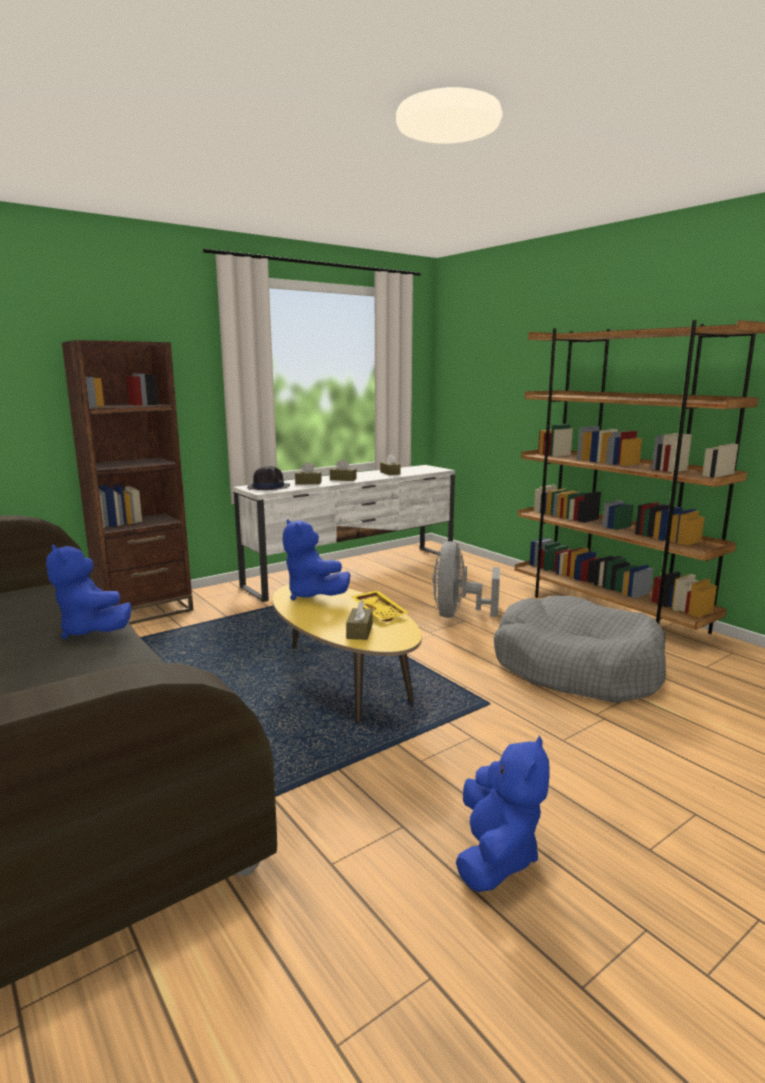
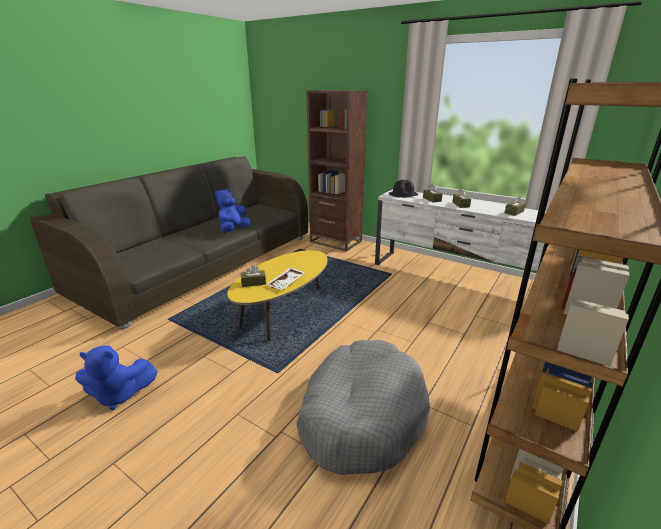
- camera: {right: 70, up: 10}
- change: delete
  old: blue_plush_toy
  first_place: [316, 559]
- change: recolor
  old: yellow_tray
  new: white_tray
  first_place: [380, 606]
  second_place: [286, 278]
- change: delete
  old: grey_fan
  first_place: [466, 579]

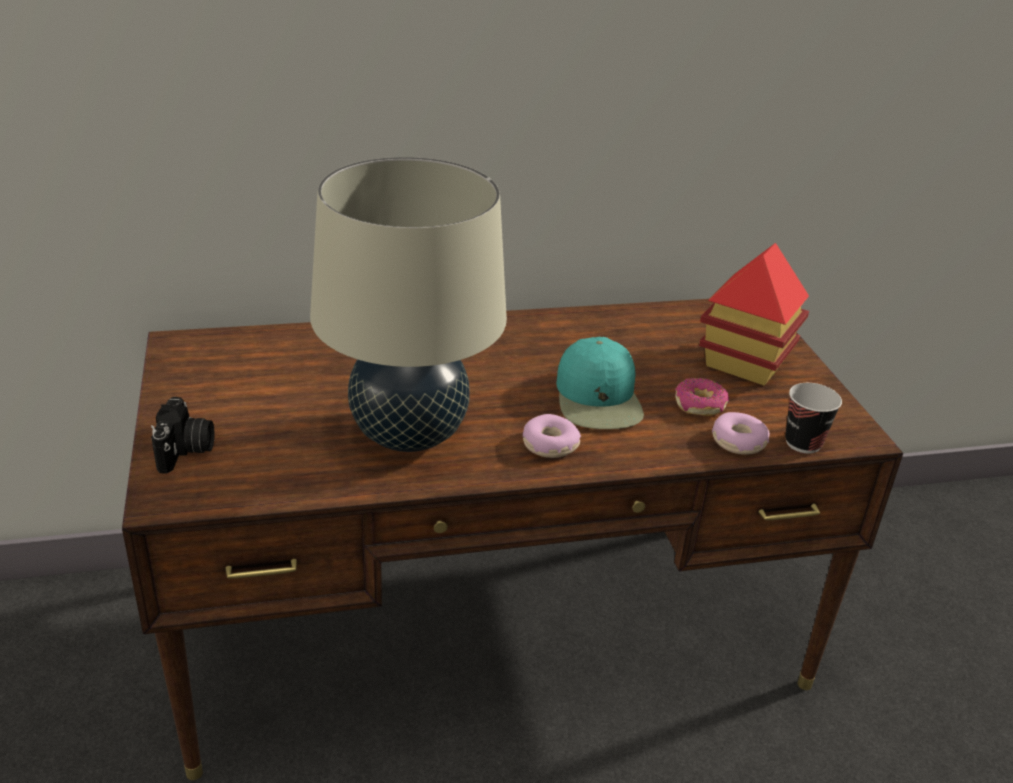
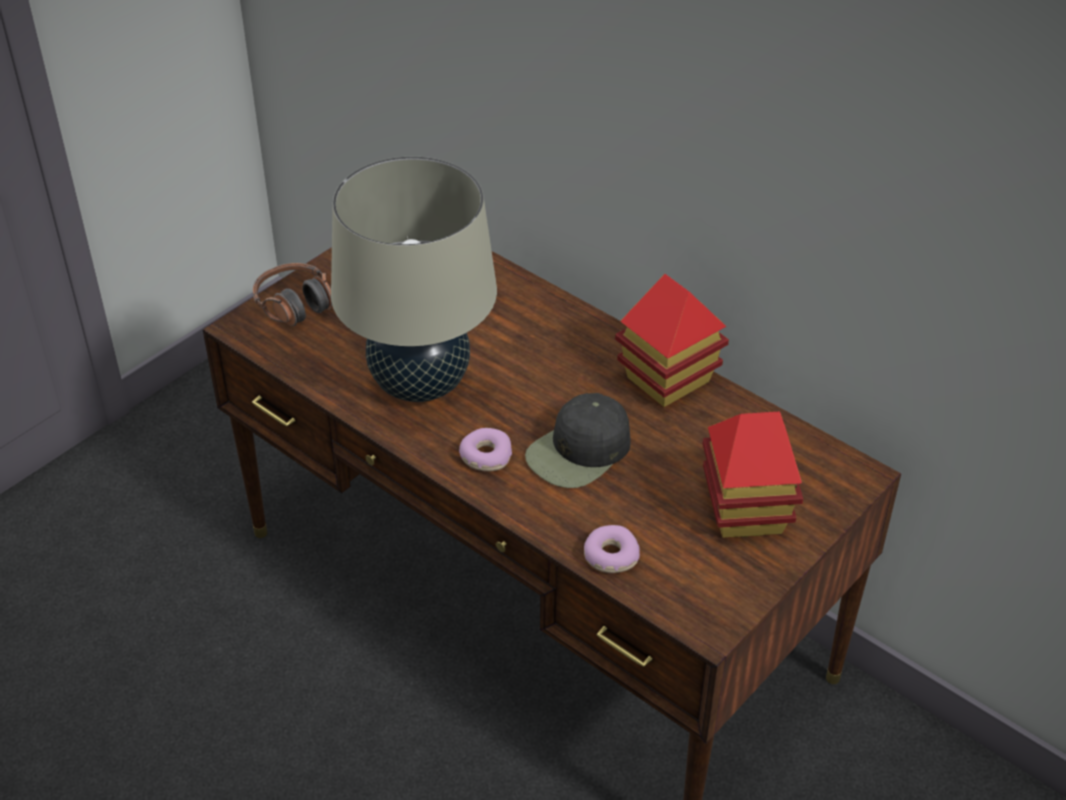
- camera: {right: 55, up: 10}
- change: replace
  old: photo_camera
  new: headphones
  first_place: [182, 435]
  second_place: [292, 294]
- change: recolor
  old: turquoise_cap
  new: black_cap
  first_place: [600, 383]
  second_place: [578, 440]
- change: delete
  old: donut
  first_place: [702, 397]
- change: delete
  old: cup
  first_place: [813, 418]
- change: insert
  new: toy_house
  second_place: [672, 340]

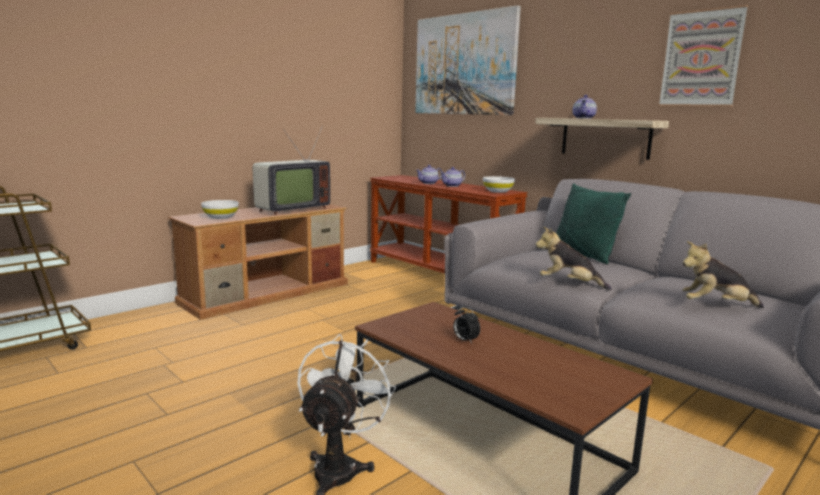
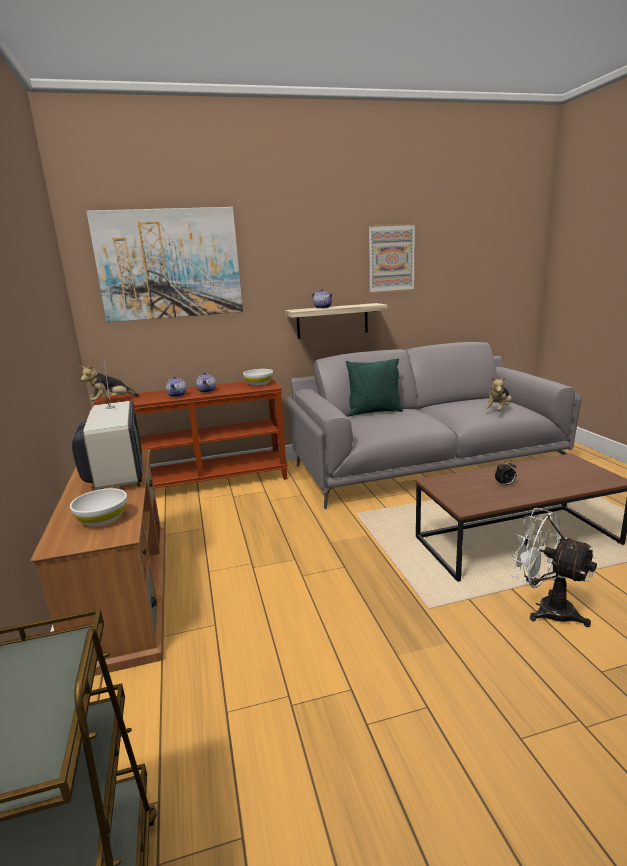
- camera: {right: -60, up: 5}
- change: move
  old: plush_toy
  first_place: [573, 258]
  second_place: [109, 383]

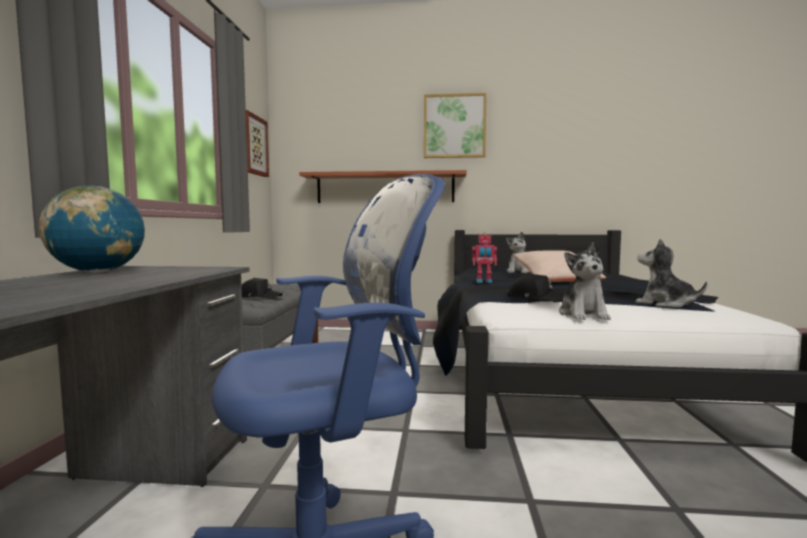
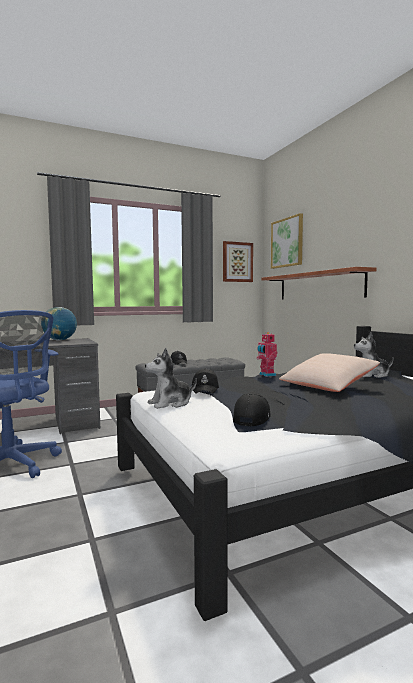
- camera: {right: 60, up: 0}
- change: move
  old: picture
  first_place: [455, 125]
  second_place: [287, 241]
- change: replace
  old: plush_toy
  new: black_cap
  first_place: [671, 273]
  second_place: [252, 409]

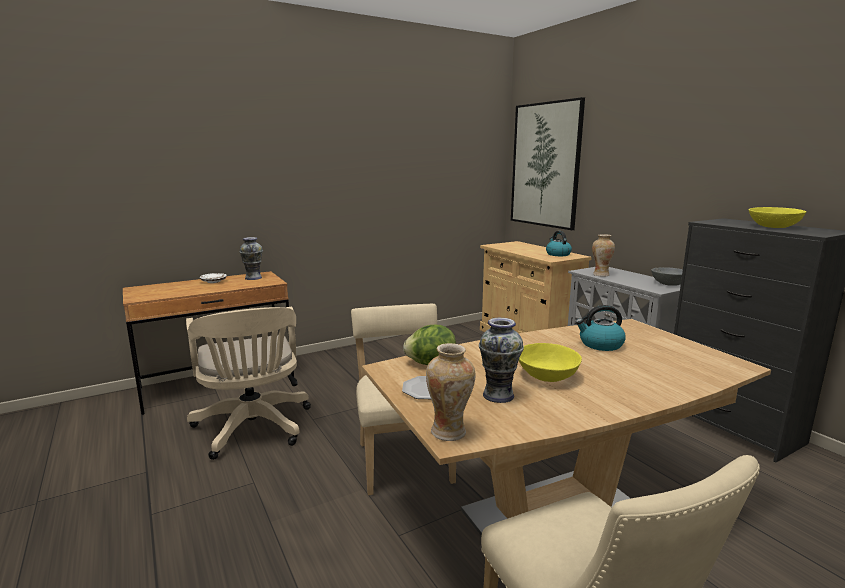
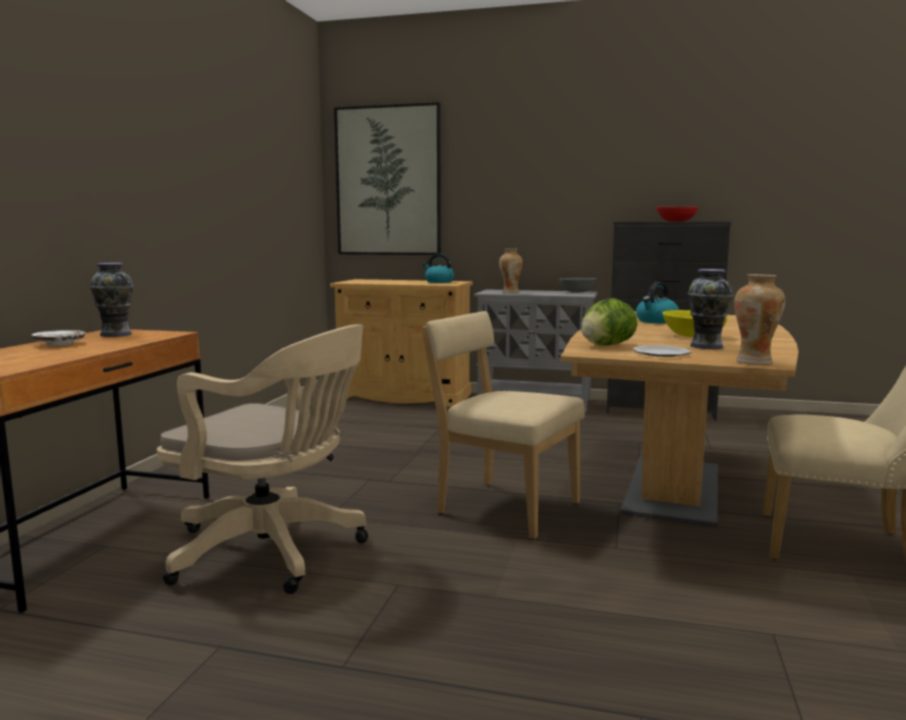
- camera: {right: -45, up: -5}
- change: recolor
  old: yellow_bowl
  new: red_bowl
  first_place: [777, 217]
  second_place: [677, 214]

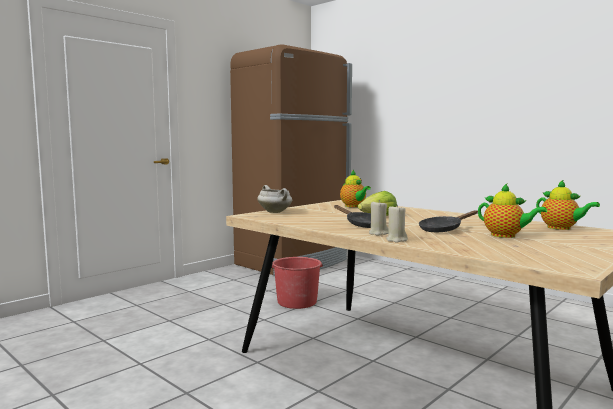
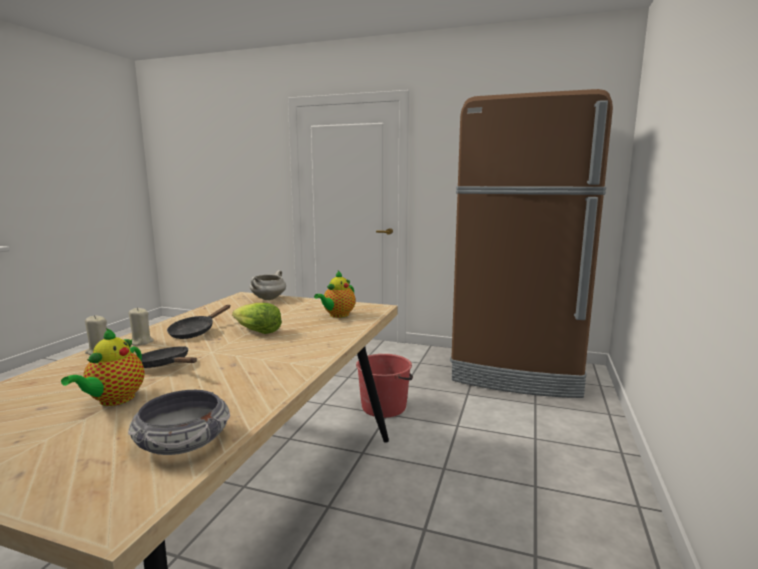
- camera: {right: 65, up: 5}
- change: replace
  old: teapot
  new: bowl
  first_place: [568, 205]
  second_place: [179, 422]

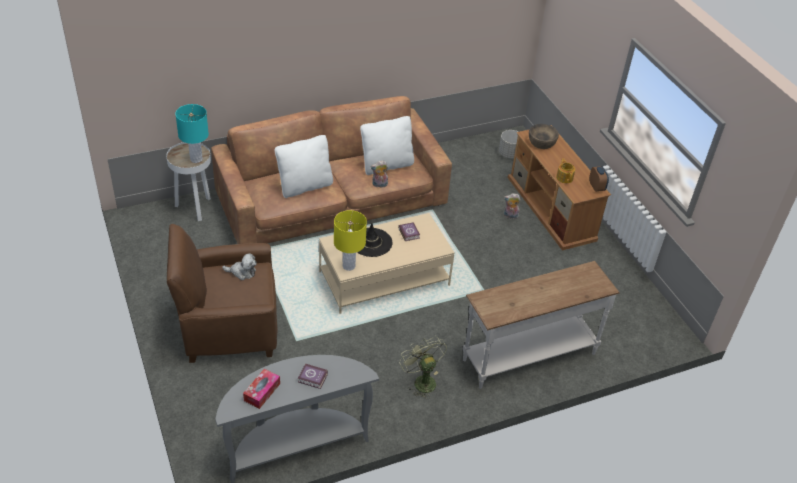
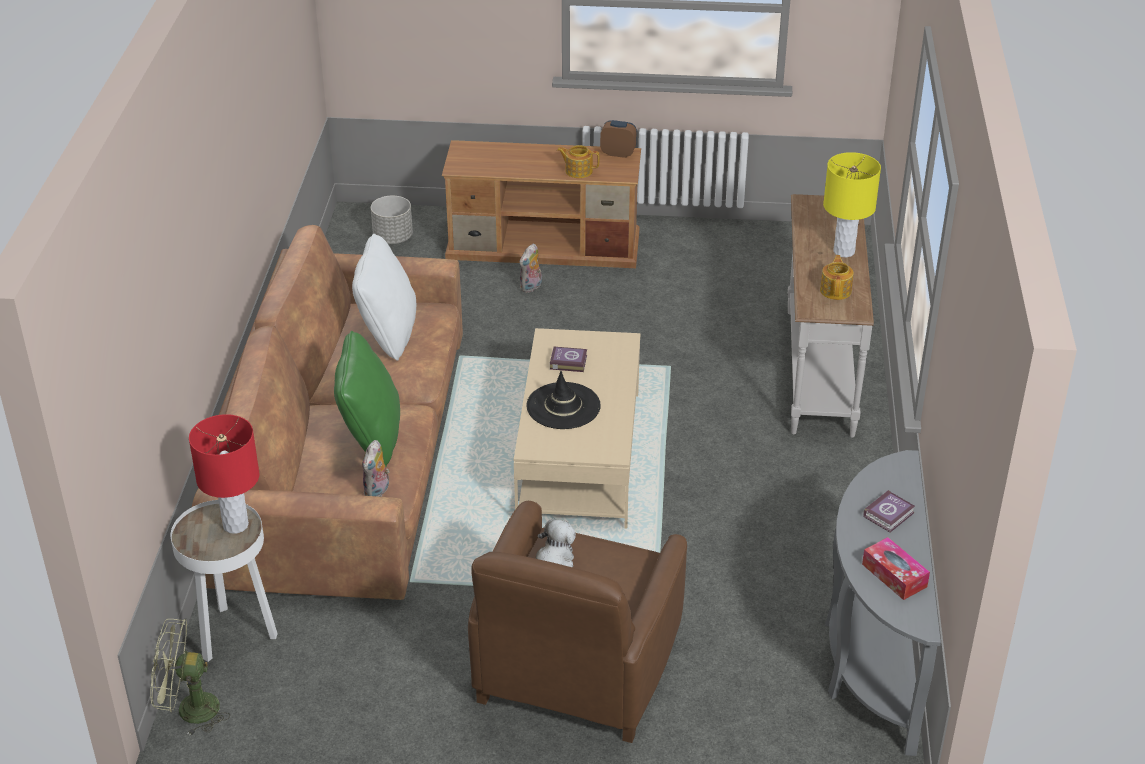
- camera: {right: -60, up: -5}
- change: recolor
  old: turquoise_table_lamp
  new: red_table_lamp
  first_place: [192, 133]
  second_place: [224, 474]
- change: recolor
  old: white_pillow
  new: green_pillow
  first_place: [304, 166]
  second_place: [367, 399]
- change: move
  old: yellow_table_lamp
  first_place: [350, 240]
  second_place: [852, 204]
- change: move
  old: plush_toy
  first_place: [379, 173]
  second_place: [376, 468]
- change: move
  old: green_fan
  first_place: [423, 367]
  second_place: [190, 677]
- change: delete
  old: brown_bowl
  first_place: [544, 136]
- change: insert
  new: teapot
  second_place: [837, 277]

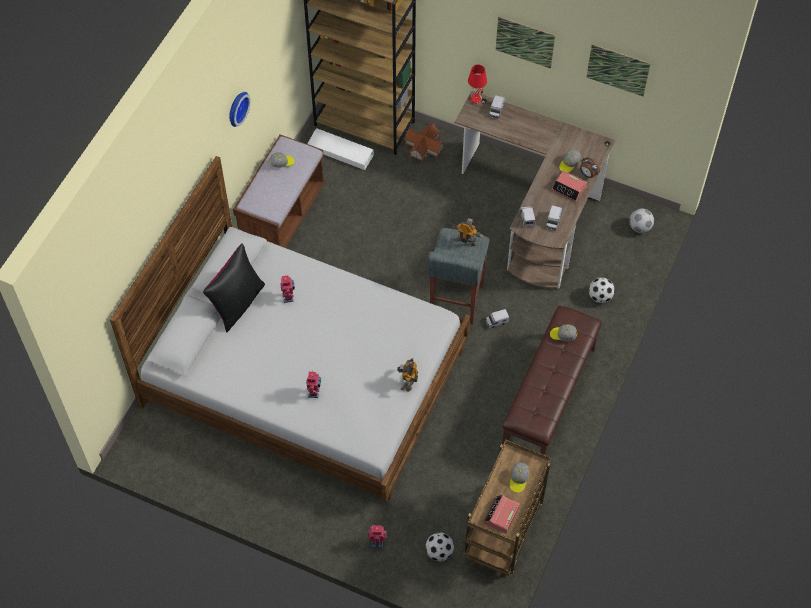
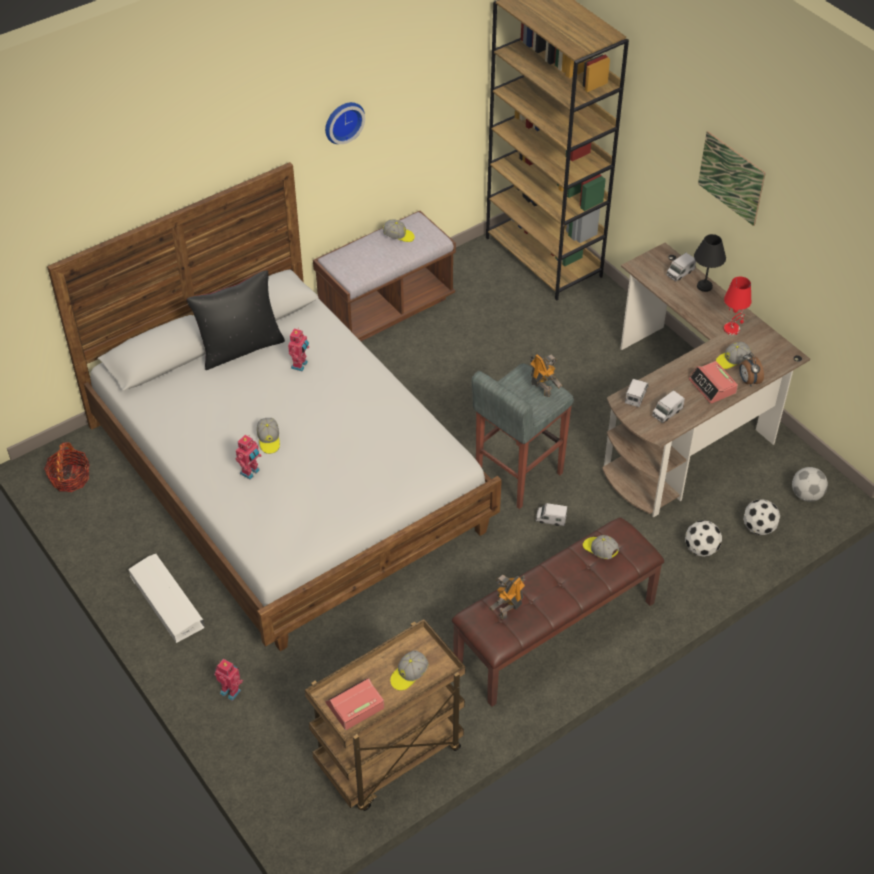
- camera: {right: 30, up: -10}
- change: move
  old: white_storage_box
  first_place: [341, 149]
  second_place: [167, 598]
- change: move
  old: toy_robot
  first_place: [407, 375]
  second_place: [507, 596]
- change: delete
  old: toy_house
  first_place: [425, 145]
- change: move
  old: football
  first_place: [440, 546]
  second_place: [761, 517]
- change: move
  old: red_table_lamp
  first_place: [477, 84]
  second_place: [737, 306]
- change: delete
  old: picture
  first_place: [619, 70]
- change: insert
  new: basket
  second_place: [67, 467]
- change: insert
  new: cap
  second_place: [268, 436]
- change: insert
  new: black_table_lamp
  second_place: [710, 263]

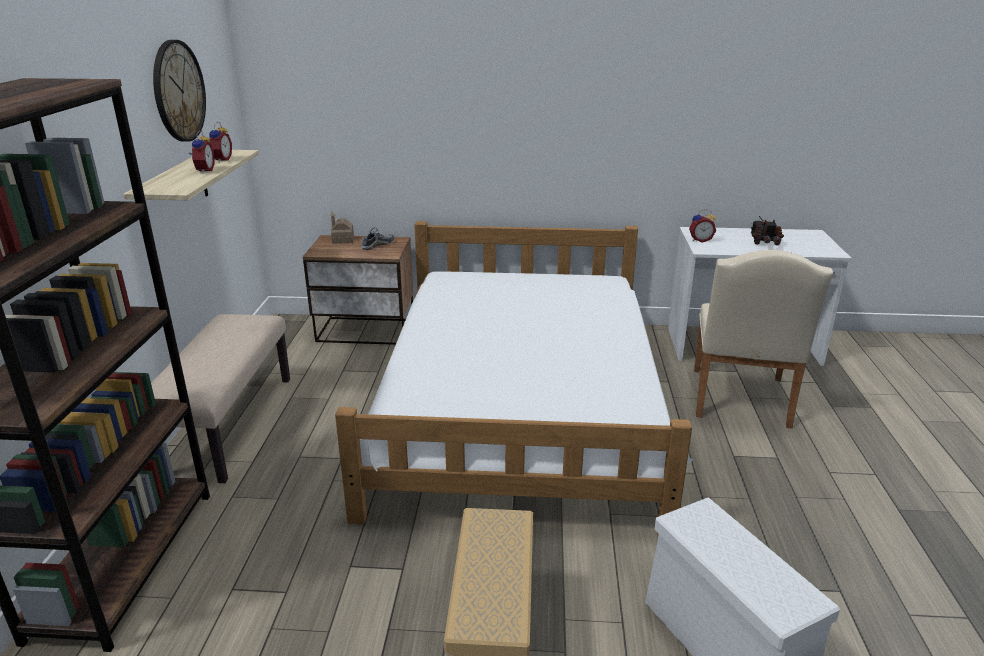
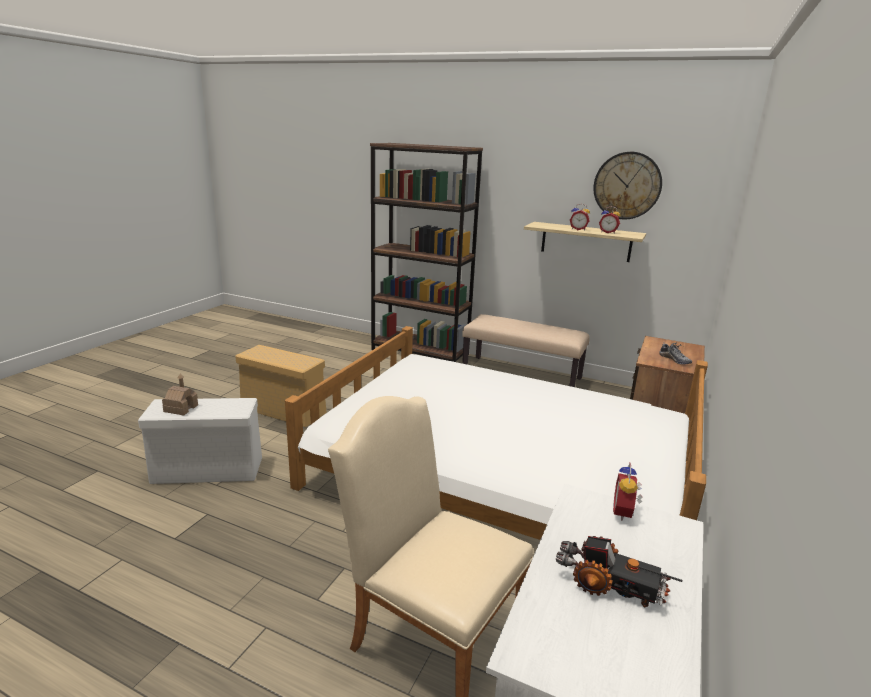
- camera: {right: 110, up: -5}
- change: move
  old: toy_house
  first_place: [342, 228]
  second_place: [180, 395]

